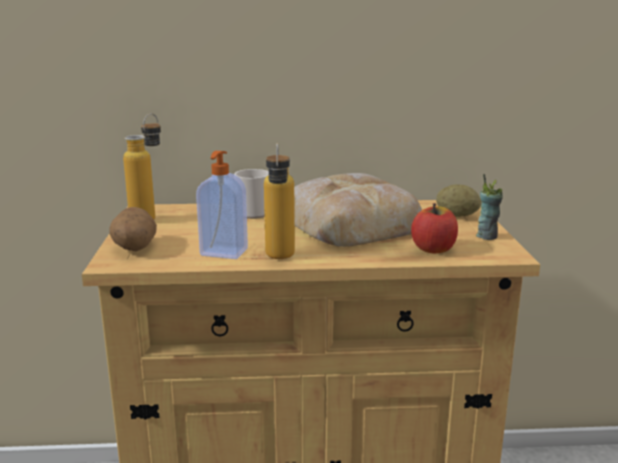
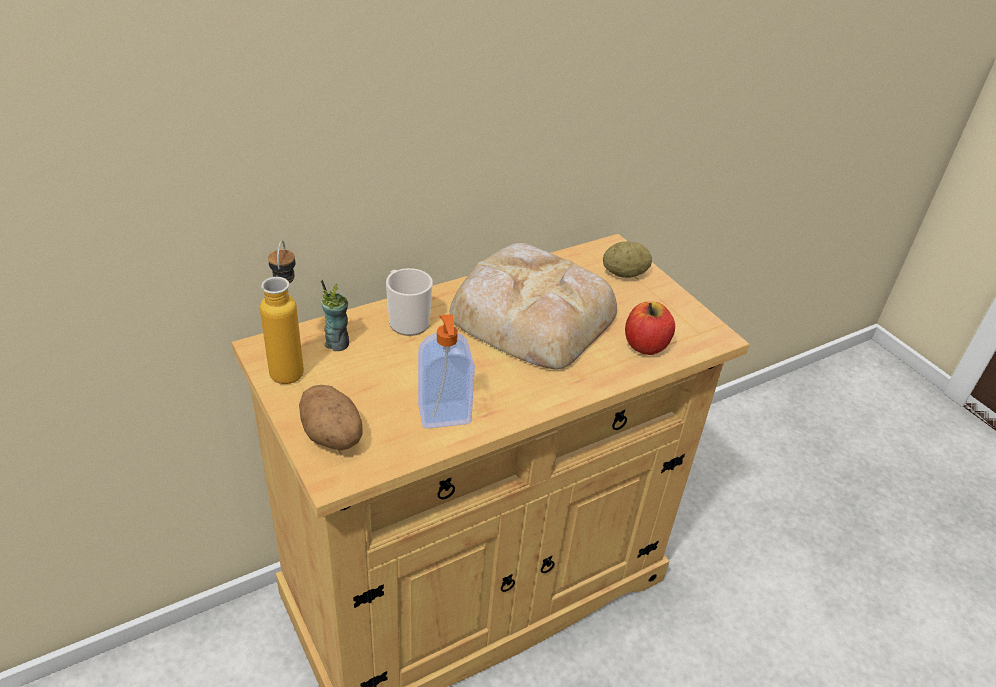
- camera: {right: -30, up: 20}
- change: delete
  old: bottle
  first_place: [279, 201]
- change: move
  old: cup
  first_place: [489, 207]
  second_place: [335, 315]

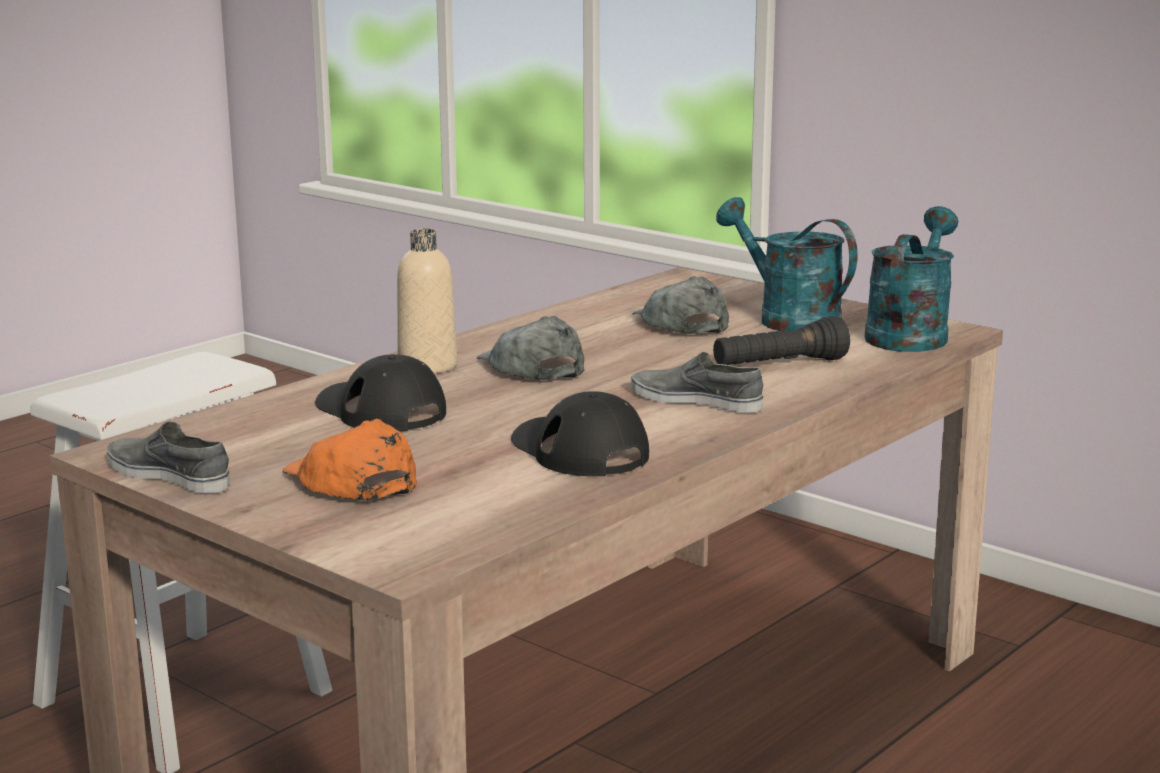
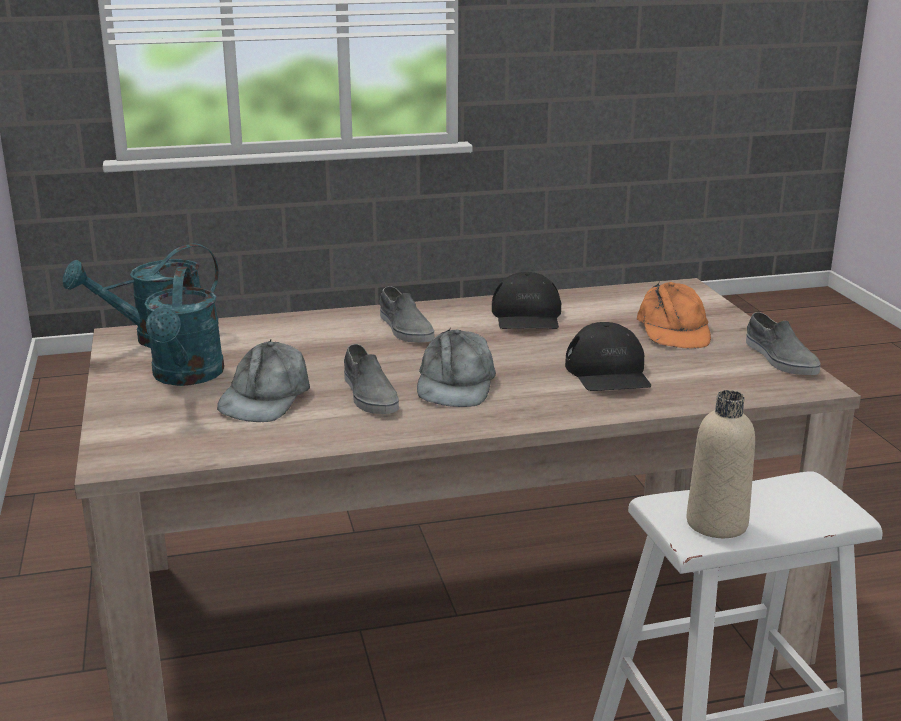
- camera: {right: -145, up: 5}
- change: move
  old: beige_bottle
  first_place: [427, 301]
  second_place: [720, 464]
- change: delete
  old: black_flashlight
  first_place: [781, 340]
- change: insert
  new: grey_shoe
  second_place: [371, 379]

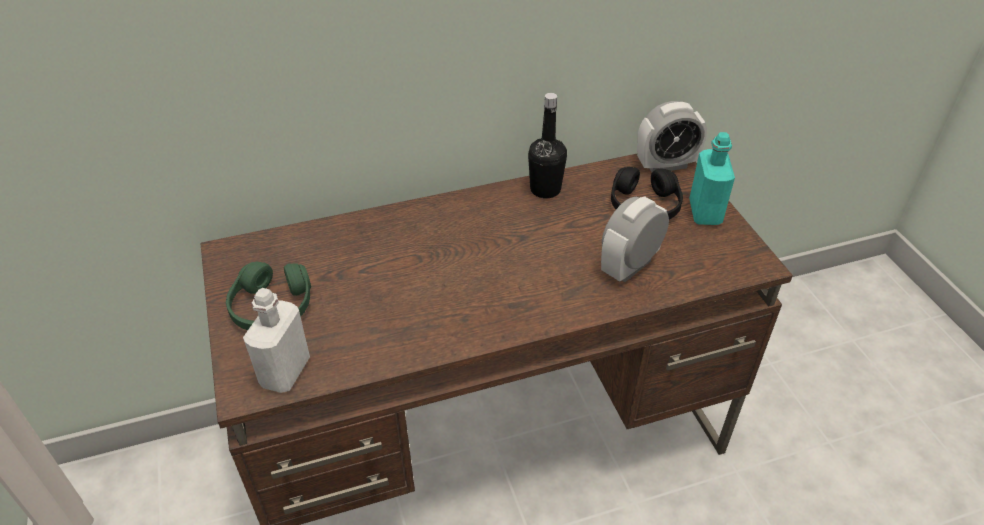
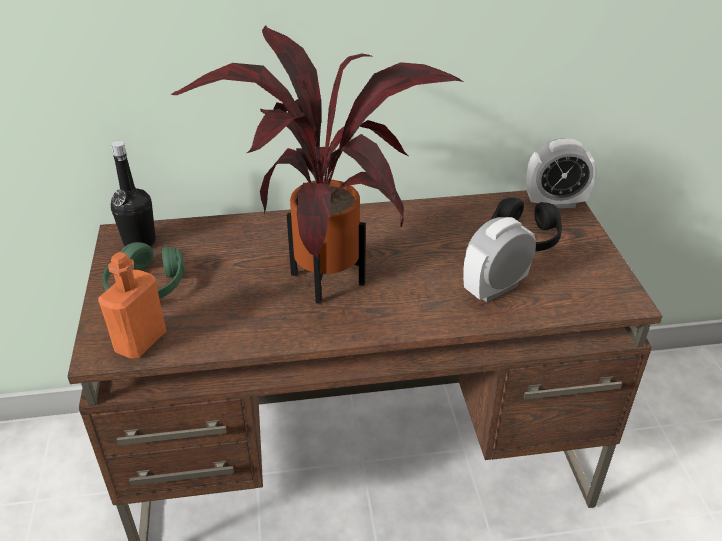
- camera: {right: 10, up: -5}
- change: recolor
  old: white_bottle
  new: orange_bottle
  first_place: [276, 340]
  second_place: [132, 305]
- change: move
  old: black_bottle
  first_place: [547, 146]
  second_place: [133, 193]
- change: delete
  old: turquoise_bottle
  first_place: [712, 178]
- change: insert
  new: potted_plant
  second_place: [317, 164]

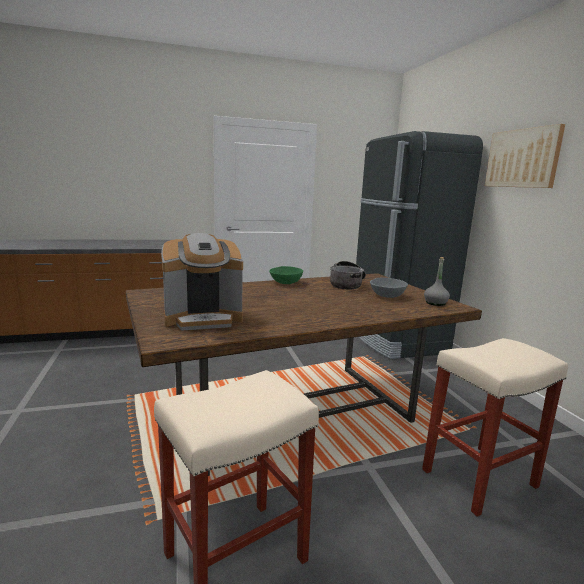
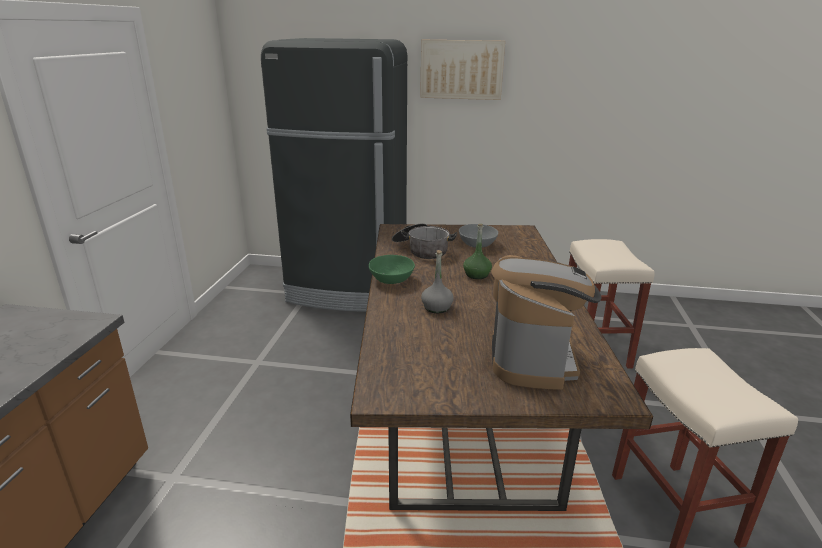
- camera: {right: -65, up: 10}
- change: move
  old: grey_bottle
  first_place: [437, 281]
  second_place: [437, 281]
- change: insert
  new: green_bottle
  second_place: [477, 251]

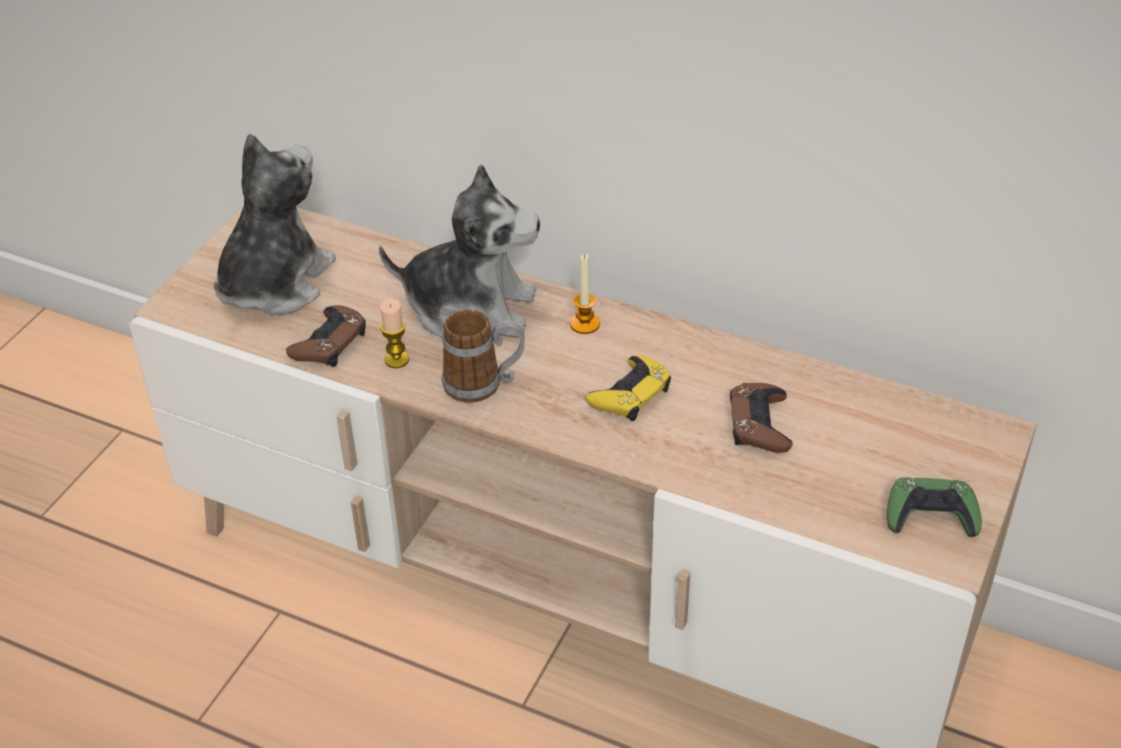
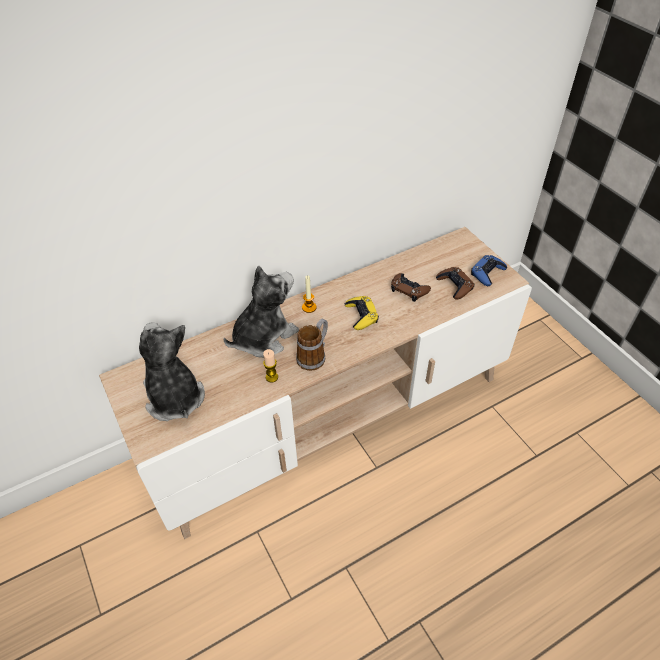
- camera: {right: -55, up: 5}
- change: move
  old: brown_game_controller
  first_place: [326, 336]
  second_place: [455, 283]
- change: recolor
  old: green_game_controller
  new: blue_game_controller
  first_place: [934, 507]
  second_place: [489, 270]

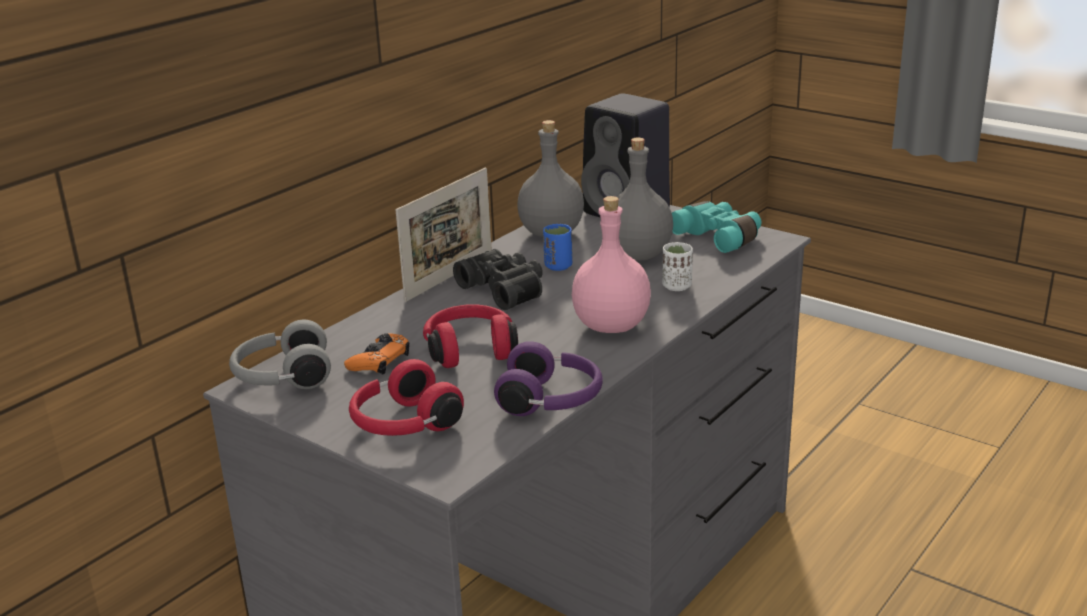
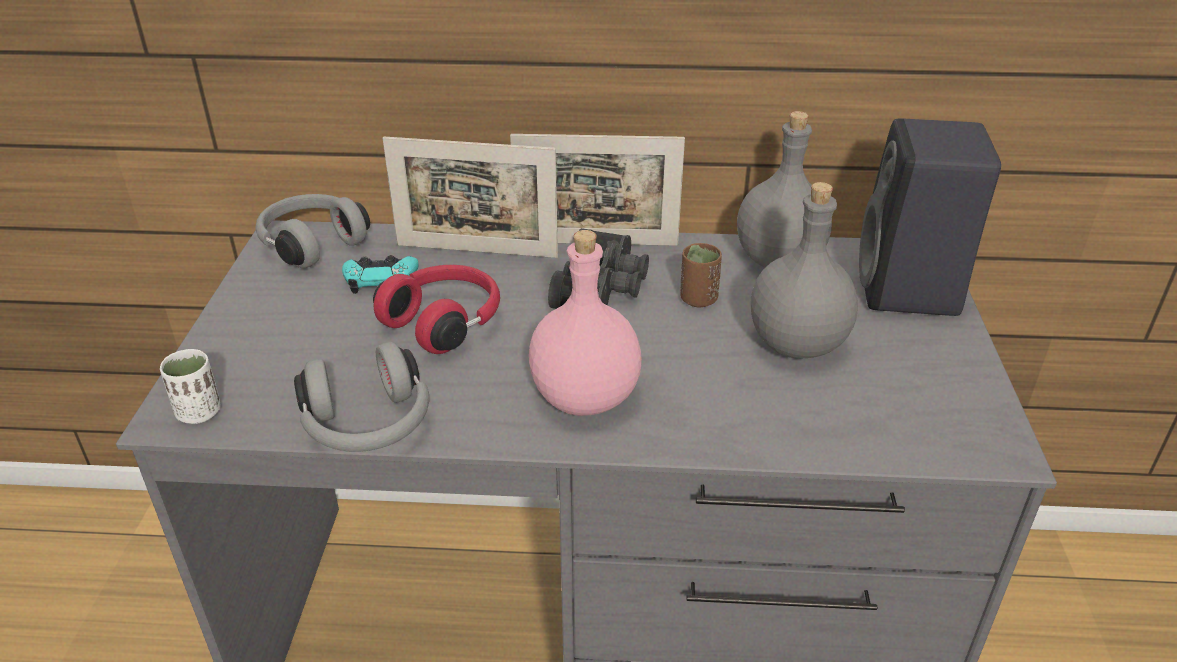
- camera: {right: 55, up: 10}
- change: recolor
  old: orange_game_controller
  new: turquoise_game_controller
  first_place: [377, 353]
  second_place: [380, 274]
- change: delete
  old: red_headphones
  first_place: [406, 397]
- change: recolor
  old: purple_headphones
  new: grey_headphones
  first_place: [548, 378]
  second_place: [361, 397]
- change: recolor
  old: blue_cup
  new: brown_cup
  first_place: [557, 247]
  second_place: [701, 275]
- change: move
  old: white_cup
  first_place: [677, 266]
  second_place: [190, 386]
- change: delete
  old: turquoise_binoculars
  first_place: [717, 227]
- change: insert
  new: picture_frame
  second_place: [470, 197]

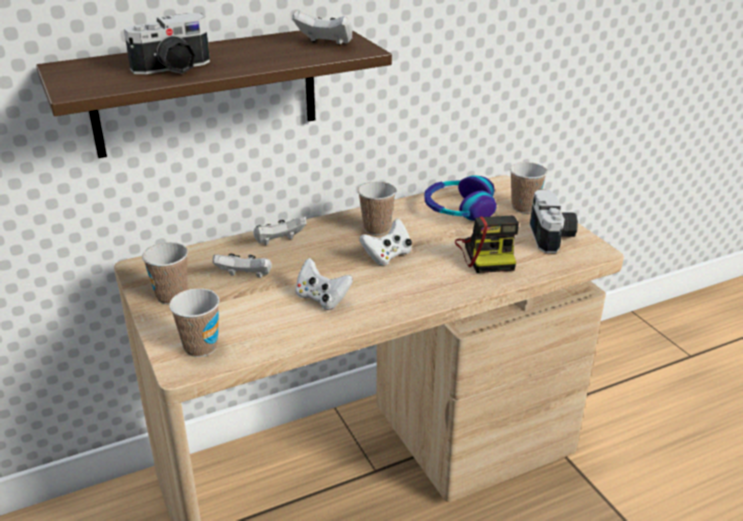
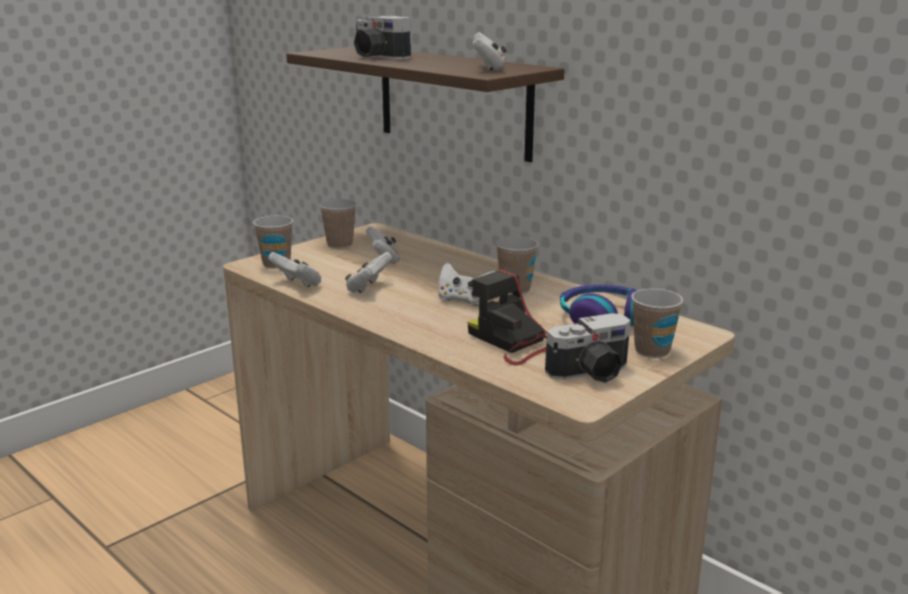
- camera: {right: 70, up: -10}
- change: move
  old: white_game_controller
  first_place: [279, 231]
  second_place: [294, 270]
- change: rotate
  old: photo_camera
  first_place: [487, 244]
  second_place: [507, 317]
  degrees: 75

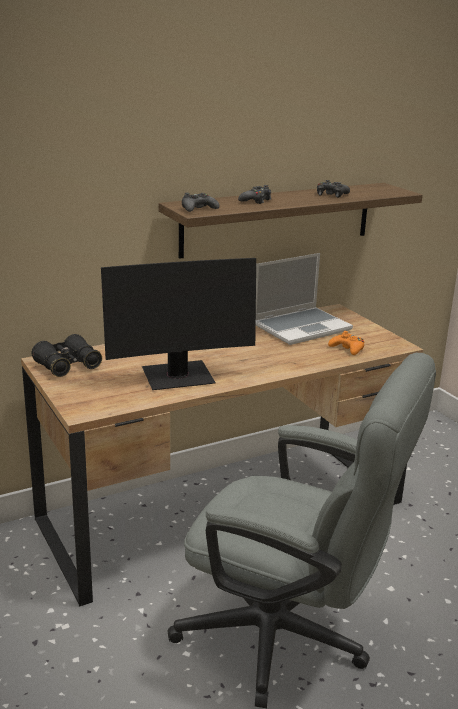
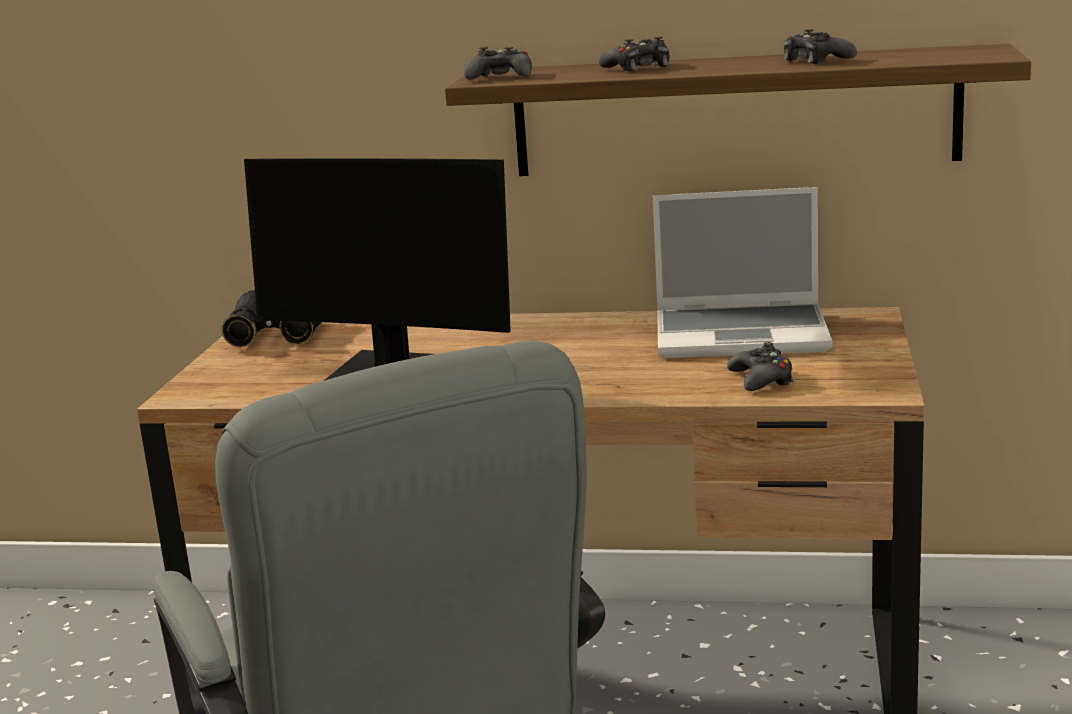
- camera: {right: 40, up: -5}
- change: recolor
  old: orange_game_controller
  new: black_game_controller
  first_place: [346, 343]
  second_place: [760, 366]

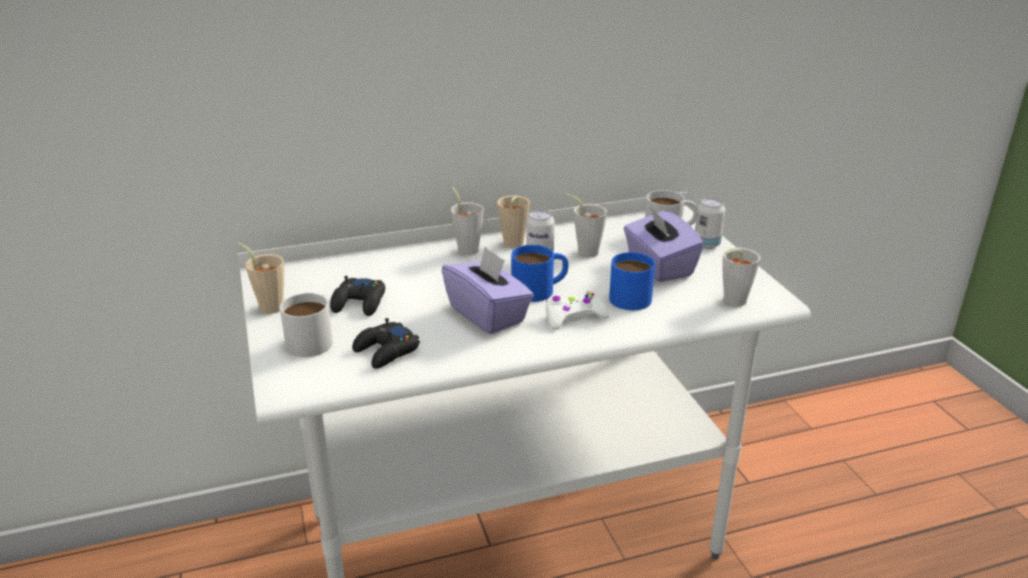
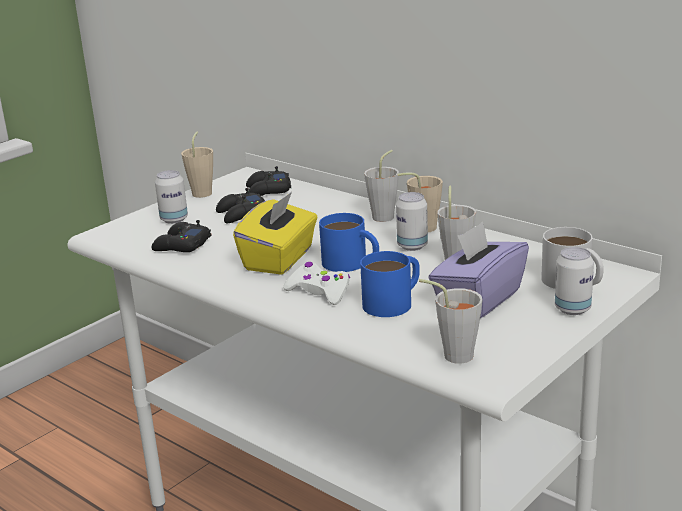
- camera: {right: 60, up: -5}
- change: replace
  old: white_mug
  new: can
  first_place: [306, 325]
  second_place: [171, 197]
- change: recolor
  old: purple_tissue_box
  new: yellow_tissue_box
  first_place: [488, 290]
  second_place: [275, 233]
- change: insert
  new: black_game_controller
  second_place: [268, 181]

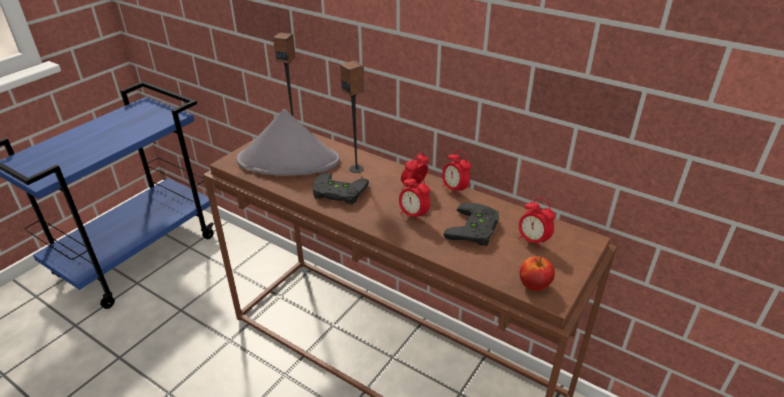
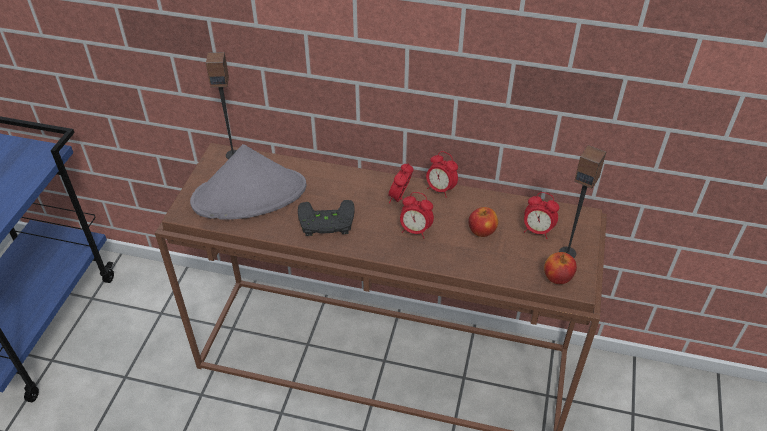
- camera: {right: -20, up: 10}
- change: move
  old: speaker
  first_place: [352, 117]
  second_place: [582, 201]
- change: replace
  old: black_game_controller
  new: apple
  first_place: [471, 224]
  second_place: [483, 222]

